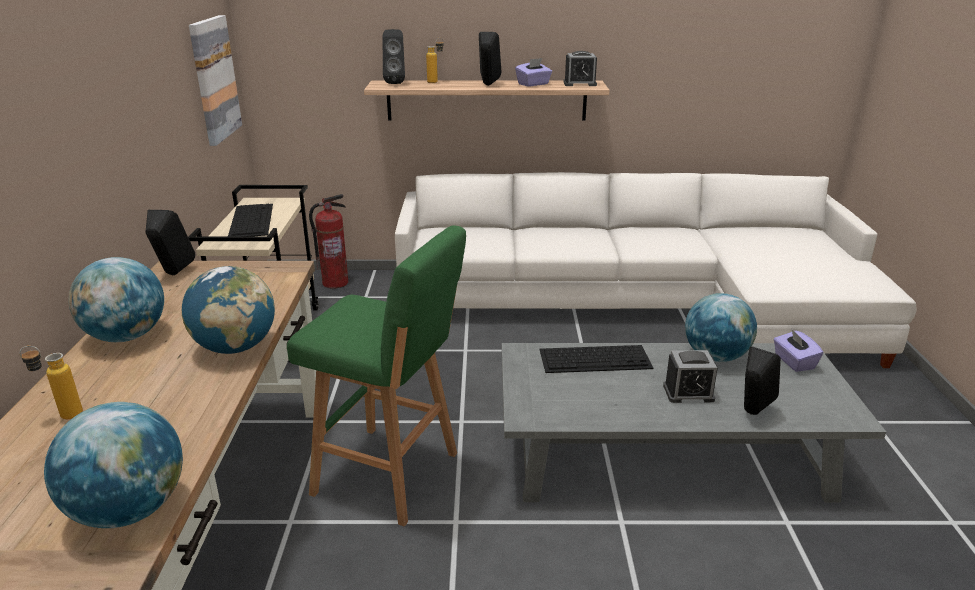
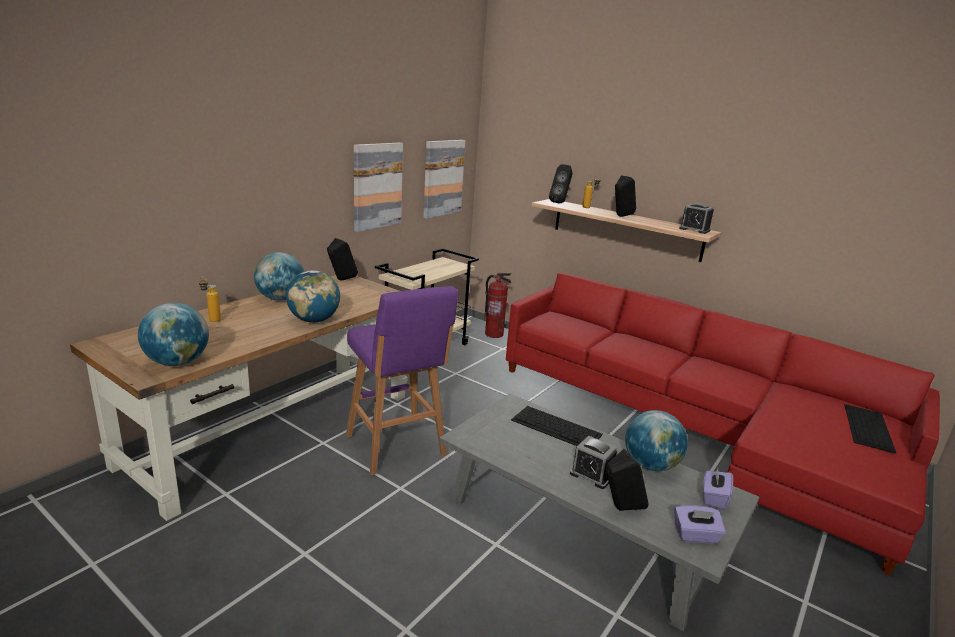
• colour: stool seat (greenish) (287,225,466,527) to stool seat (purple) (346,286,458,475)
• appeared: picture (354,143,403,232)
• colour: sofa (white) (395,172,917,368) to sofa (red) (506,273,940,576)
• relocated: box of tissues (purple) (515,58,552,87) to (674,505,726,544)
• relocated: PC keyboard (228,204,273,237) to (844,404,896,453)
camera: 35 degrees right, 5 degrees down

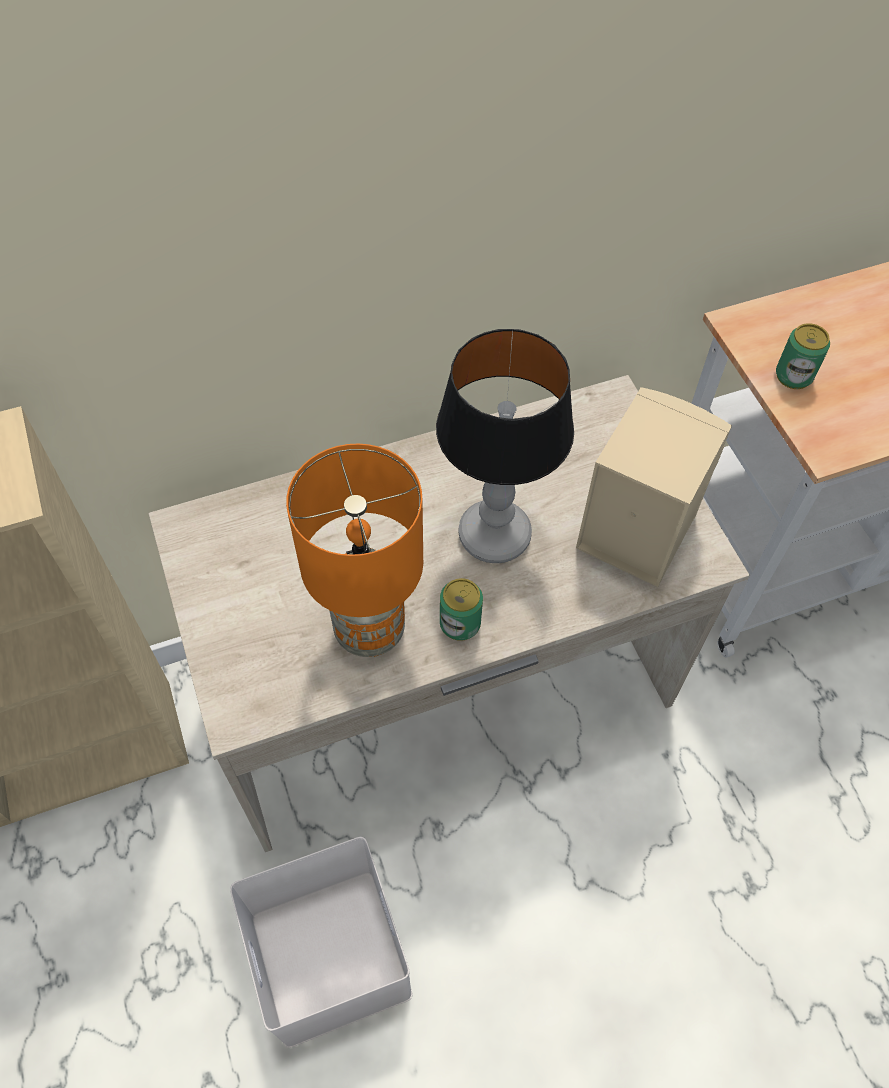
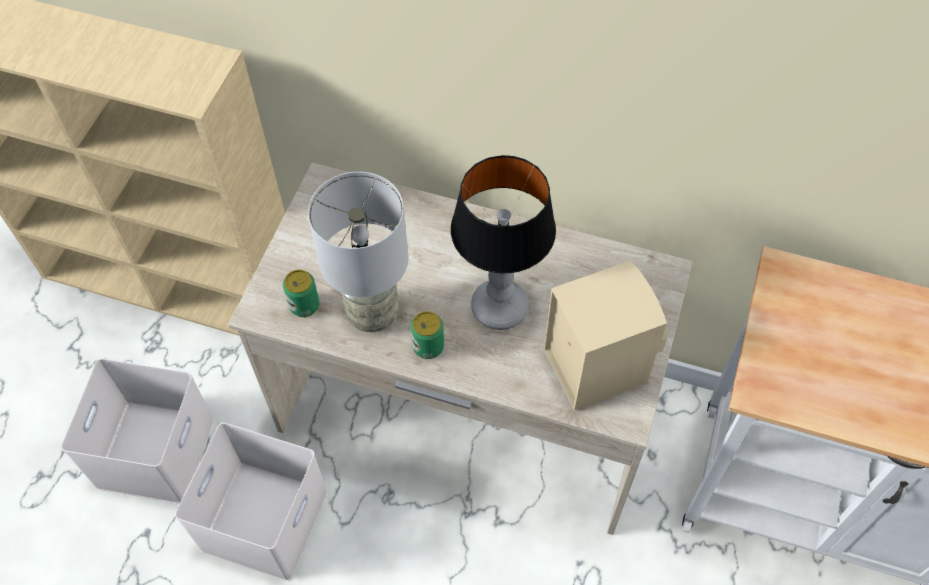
• appeared: storage bin (white) (61,359,214,504)
• relocated: metal can (776,323,830,389) to (283,270,319,317)
• colour: table lamp (orange-coloured) (286,444,423,657) to table lamp (greyish) (308,172,408,332)
camera: 40 degrees right, 0 degrees up

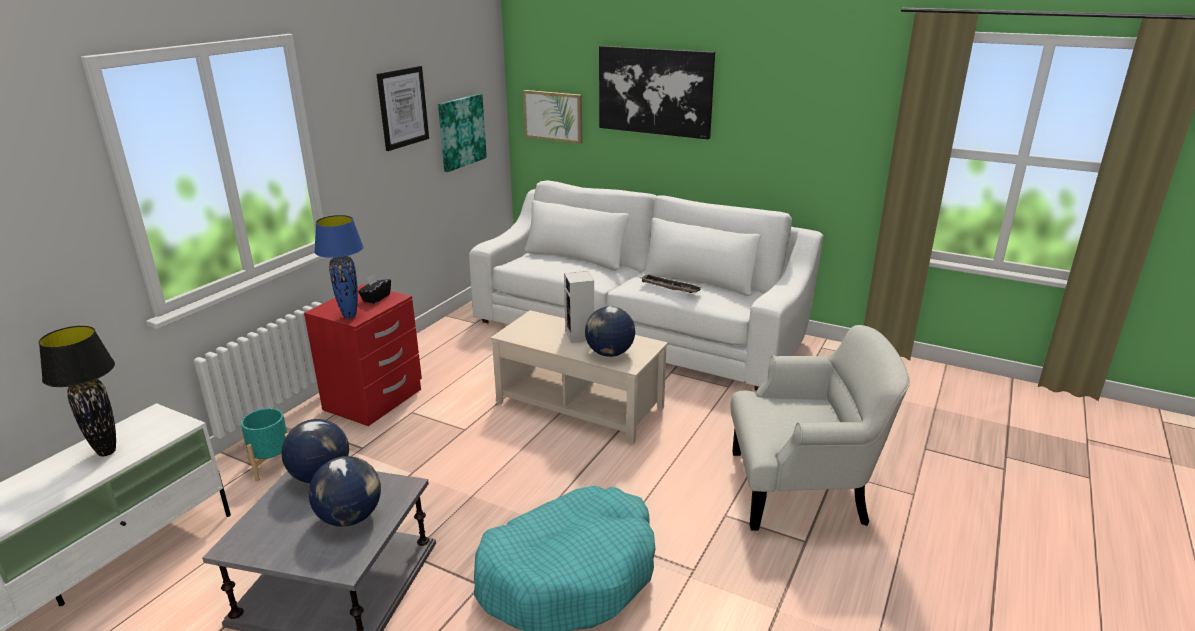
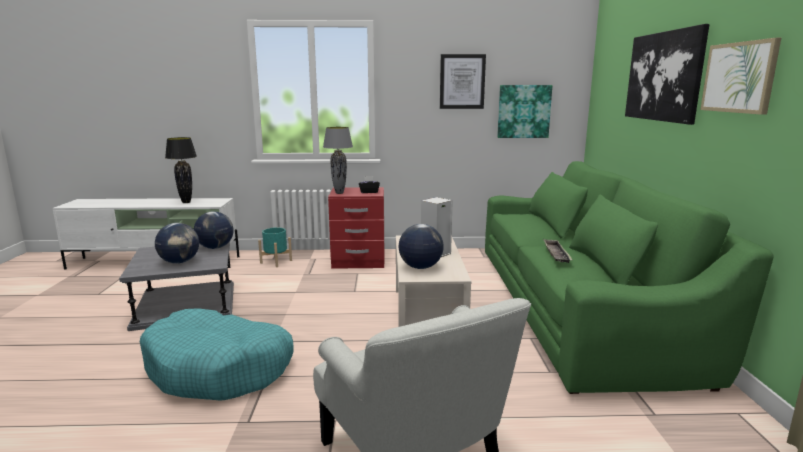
• colour: table lamp (bluish) (314,215,363,318) to table lamp (greyish) (323,127,353,194)
• colour: sofa (white) (469,180,823,391) to sofa (greenish) (485,161,773,394)
• relocated: picture (523,90,582,144) to (700,38,781,115)
camera: 60 degrees right, 10 degrees down

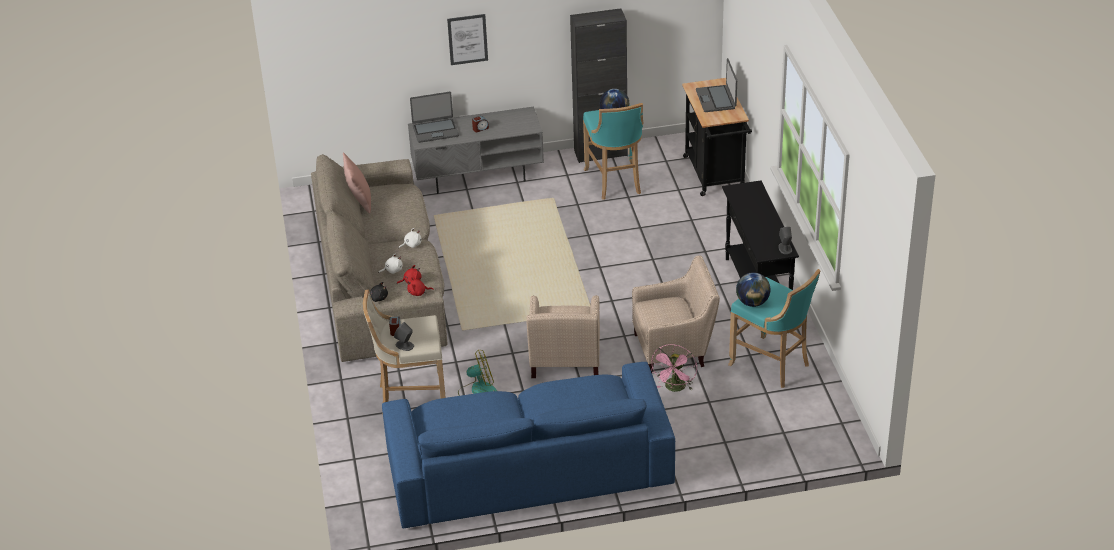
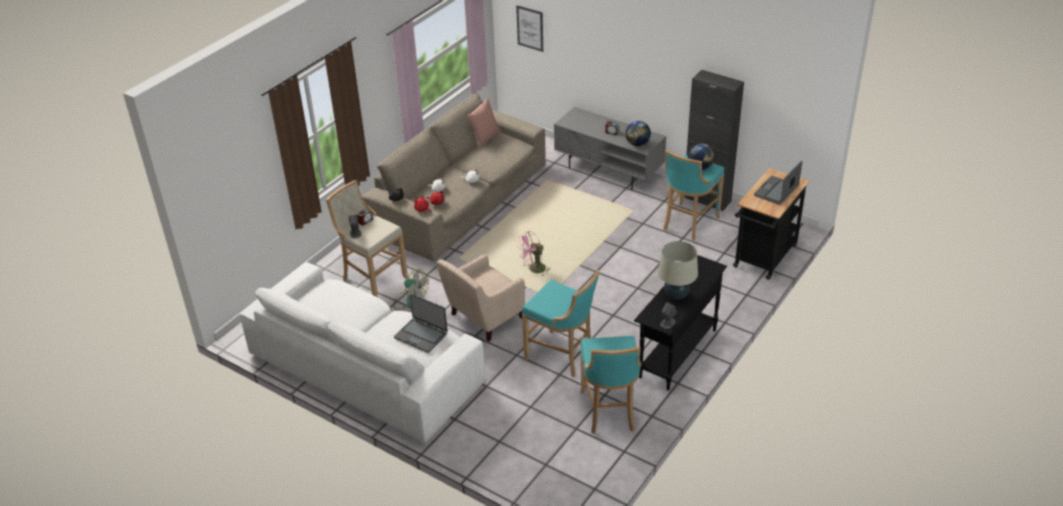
• colour: sofa (bluish) (382,362,675,528) to sofa (white) (240,262,485,443)
• relocated: portable computer (410,92,459,143) to (394,294,448,353)
• relocated: picture (447,14,488,65) to (516,5,543,52)
• relocated: cooling fan (pinkish) (651,344,697,392) to (518,231,550,276)
• exchanged: armchair (beige-coloured) (632,256,720,373) to stool seat (blue-green) (522,270,599,377)
• relocated: desk globe (736,272,771,307) to (625,121,651,146)
• appeared: table lamp (beige-coloured) (658,241,698,300)
camera: 45 degrees right, 0 degrees up

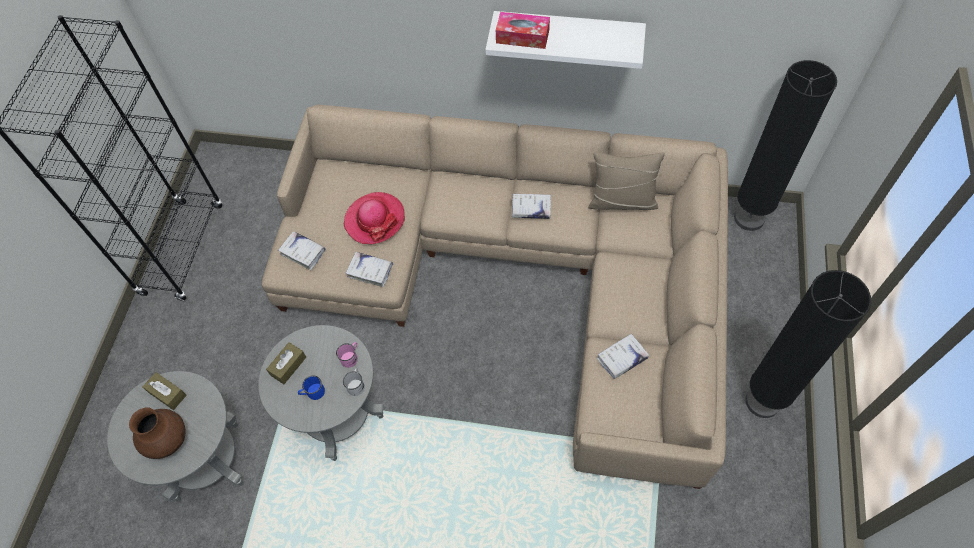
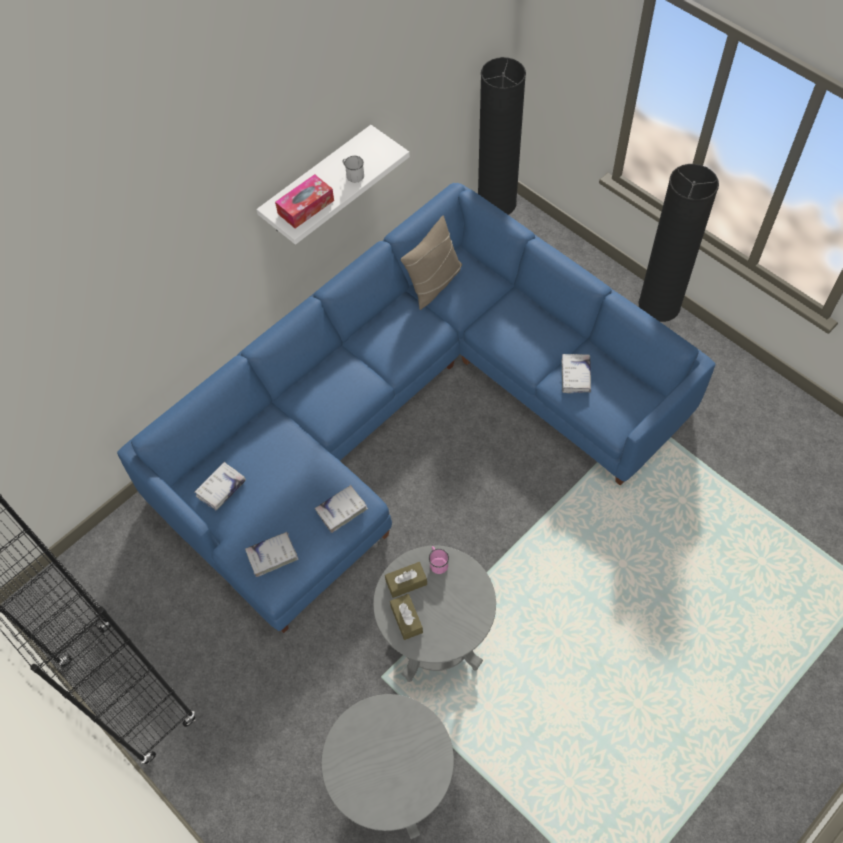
• colour: sofa (beige-coloured) (262,105,728,489) to sofa (bluish) (117,183,716,633)
• relocated: book (white) (512,194,551,219) to (195,462,246,511)
• relocated: coffee mug (white) (343,368,365,396) to (342,156,364,183)
• relocated: box of tissues (brown) (142,372,187,410) to (385,562,427,598)
• missing: flower vase (brown) (129,407,185,459)
• missing: coffee mug (bluish) (298,376,325,400)
• missing: clothing hat (344,192,405,244)
camera: 55 degrees left, 0 degrees up

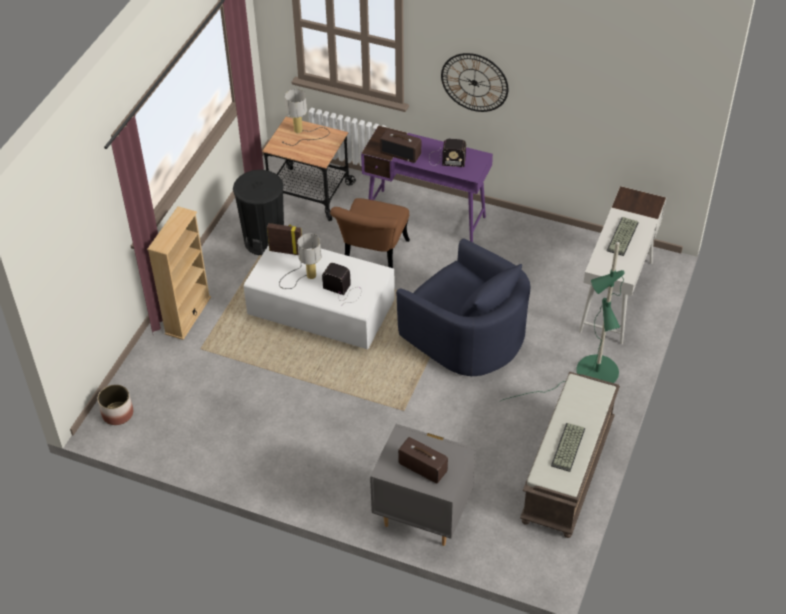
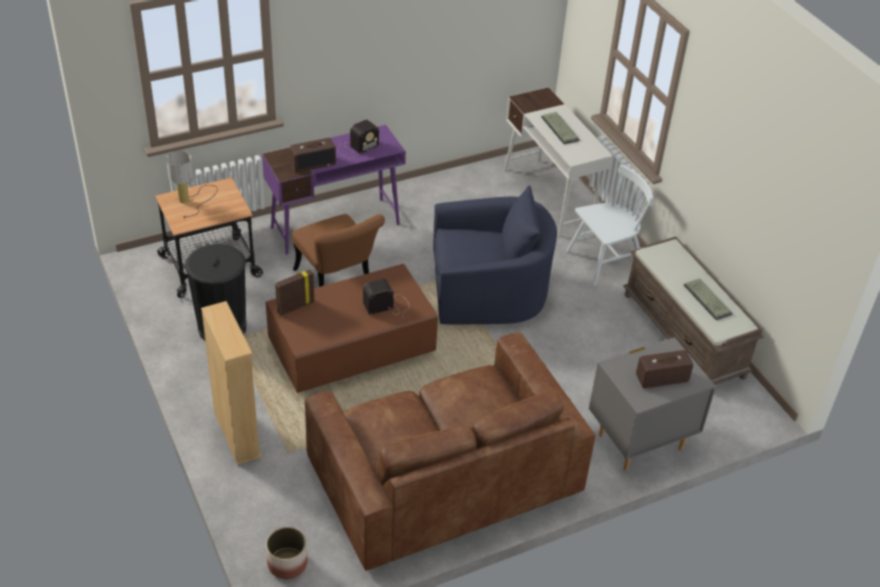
• colour: lounge table (white) (244,245,395,349) to lounge table (brown) (266,264,438,393)
• appeared: sofa (brown) (305,332,595,571)
• exchanged: floor lamp (greenish) (501,242,625,401) to chair (white) (566,164,653,285)
• missing: table lamp (279,234,321,289)
• missing: hanging clock (441,53,508,112)
camera: 50 degrees left, 5 degrees down

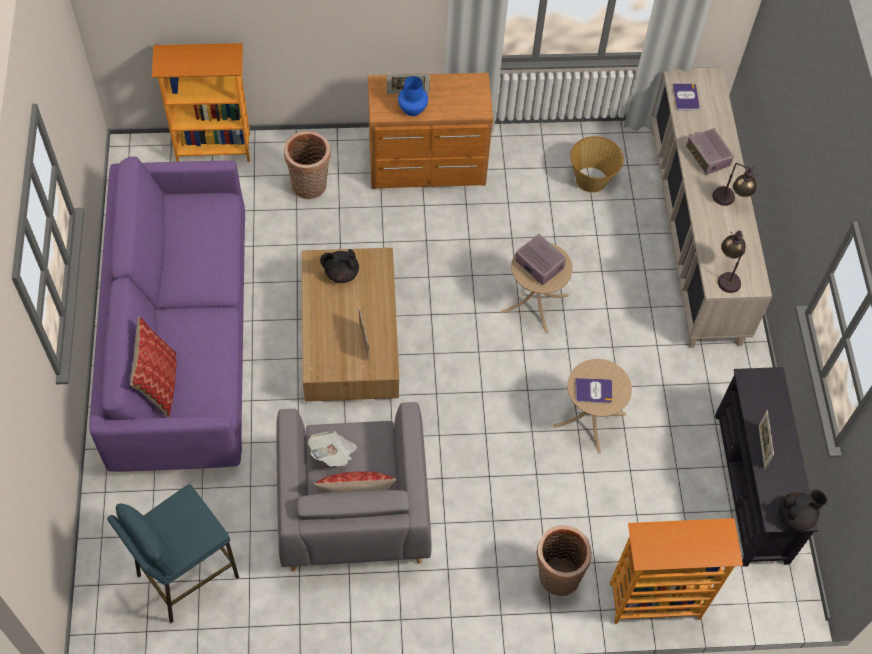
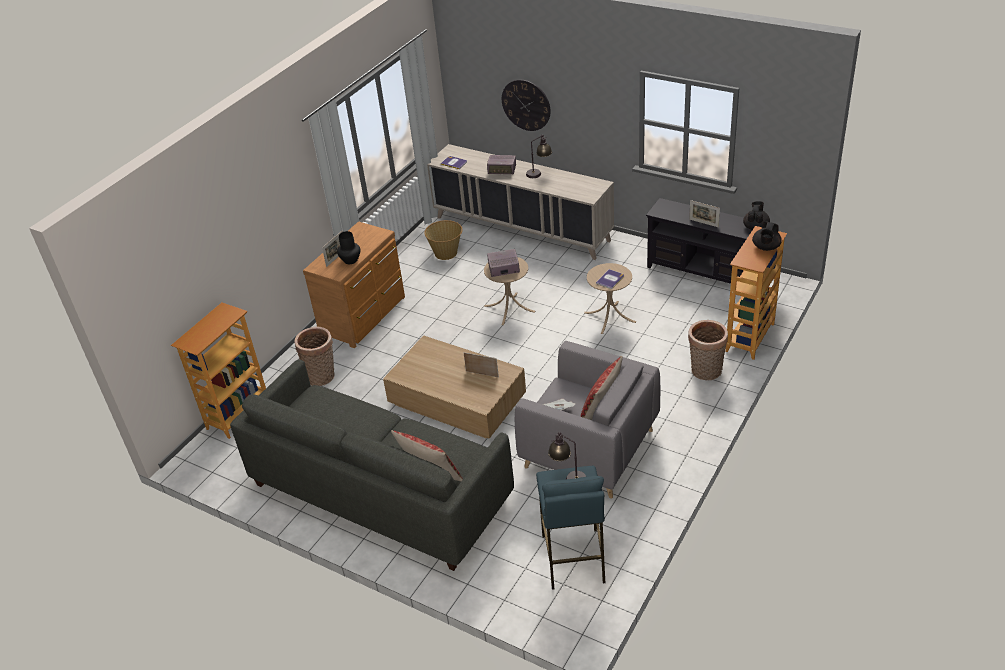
• colour: sofa (purple) (89,157,245,472) to sofa (greyish) (230,359,514,571)
• colour: flower vase (bluish) (398,76,428,116) to flower vase (black) (337,231,360,264)
• appeared: hanging clock (502,80,551,131)
• relocated: table lamp (718,231,746,293) to (548,432,586,479)
• relocated: tea pot (black) (320,249,359,283) to (752,221,782,251)
camera: 50 degrees left, 20 degrees down

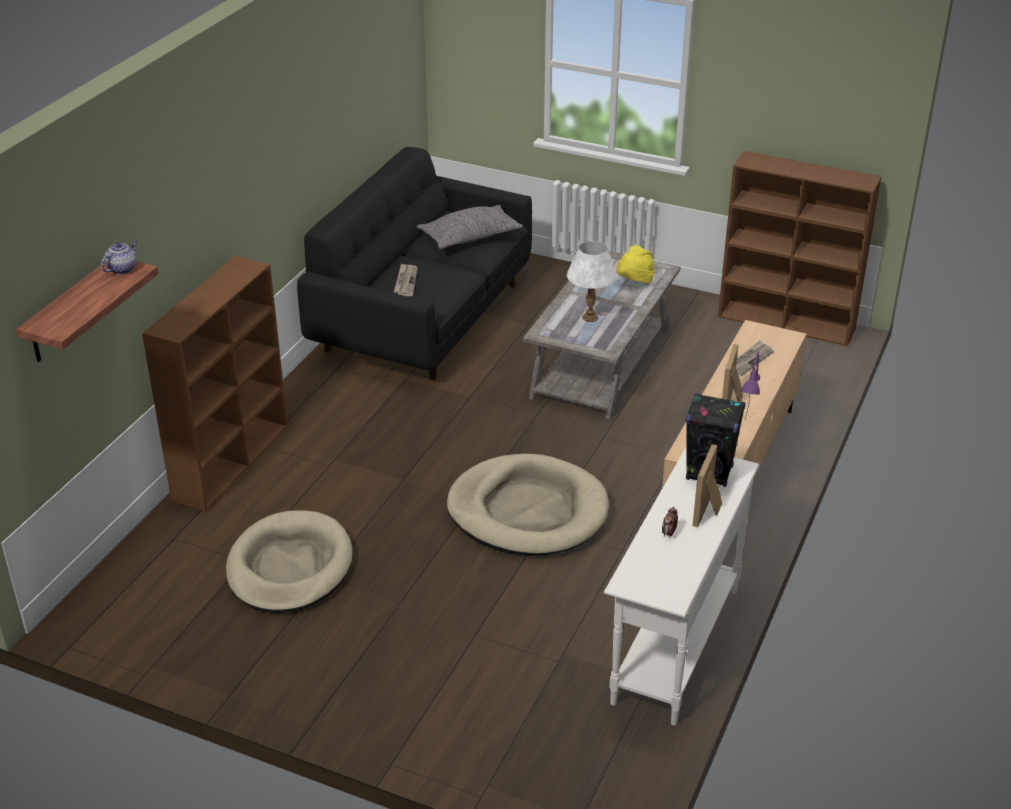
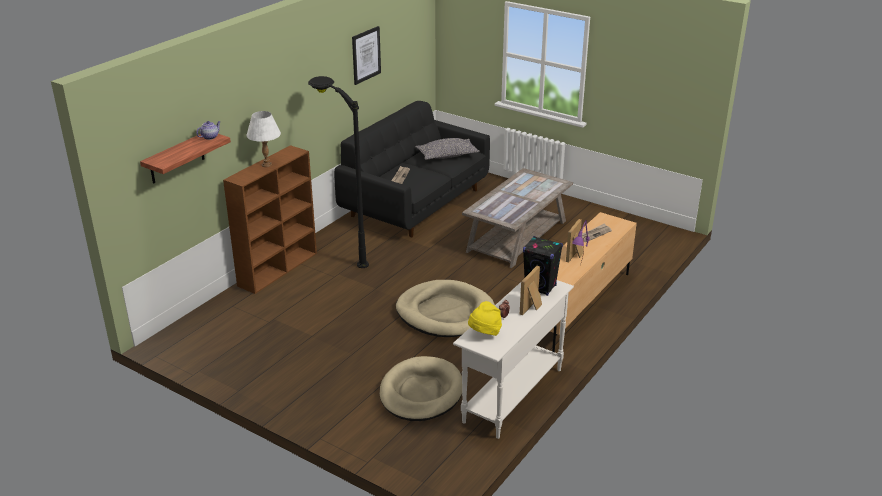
• relocated: table lamp (white) (567,241,617,322) to (247,111,281,167)
• appeared: floor lamp (black) (308,76,369,268)
• appeared: picture (352,26,381,85)
• relocated: dog cushion (beige-coloured) (226,510,353,613) to (380,356,462,421)
• relocated: clothing hat (yellowish) (617,245,654,283) to (468,301,502,336)
• missing: bookcase (brown) (718,151,881,346)
camera: 10 degrees right, 5 degrees down

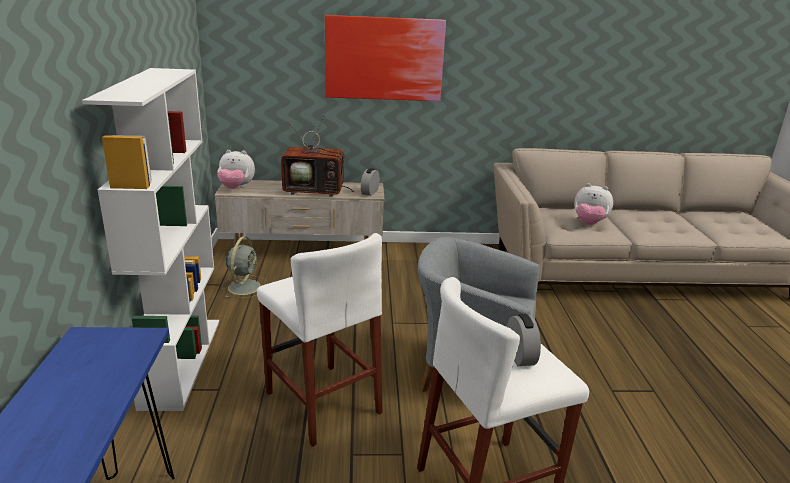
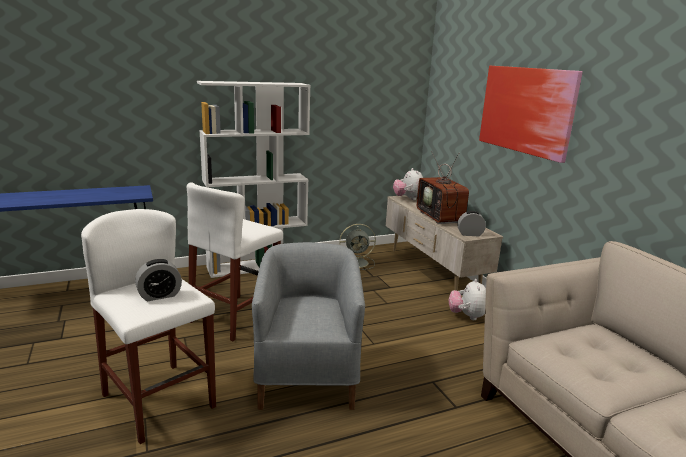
• relocated: cuddly toy (574,183,613,225) to (449,279,486,320)
camera: 70 degrees right, 5 degrees down

